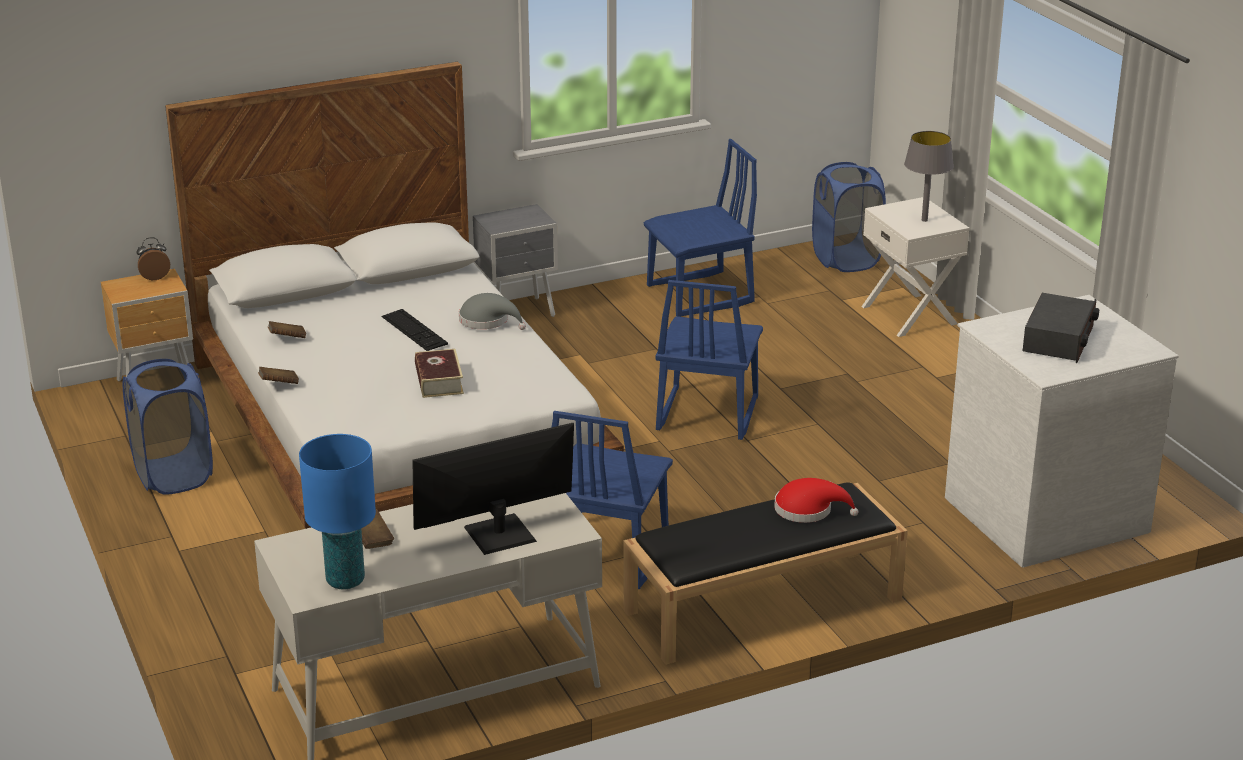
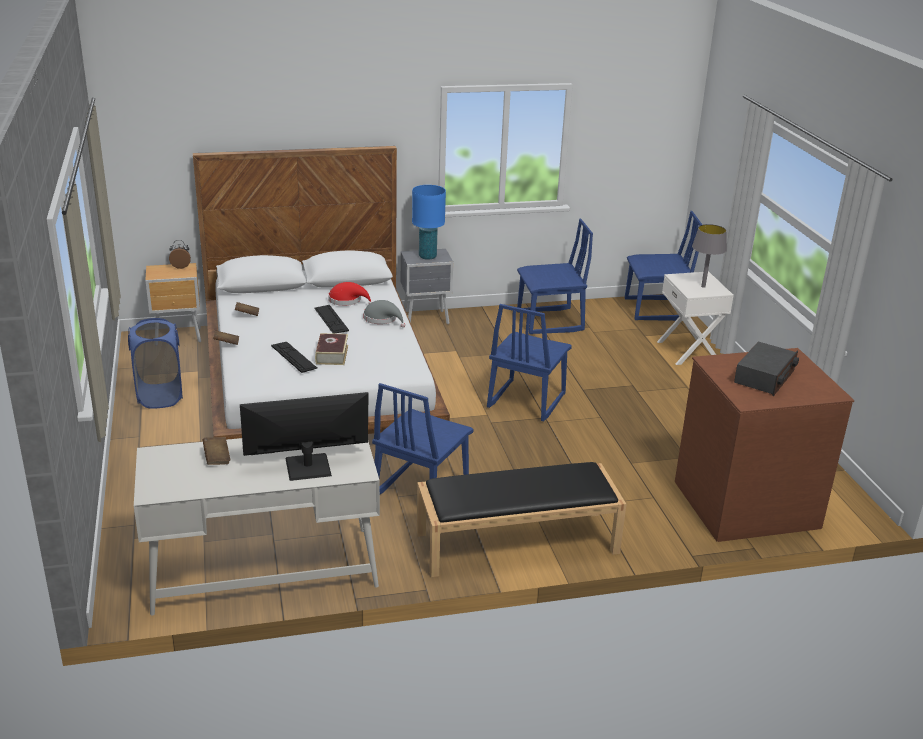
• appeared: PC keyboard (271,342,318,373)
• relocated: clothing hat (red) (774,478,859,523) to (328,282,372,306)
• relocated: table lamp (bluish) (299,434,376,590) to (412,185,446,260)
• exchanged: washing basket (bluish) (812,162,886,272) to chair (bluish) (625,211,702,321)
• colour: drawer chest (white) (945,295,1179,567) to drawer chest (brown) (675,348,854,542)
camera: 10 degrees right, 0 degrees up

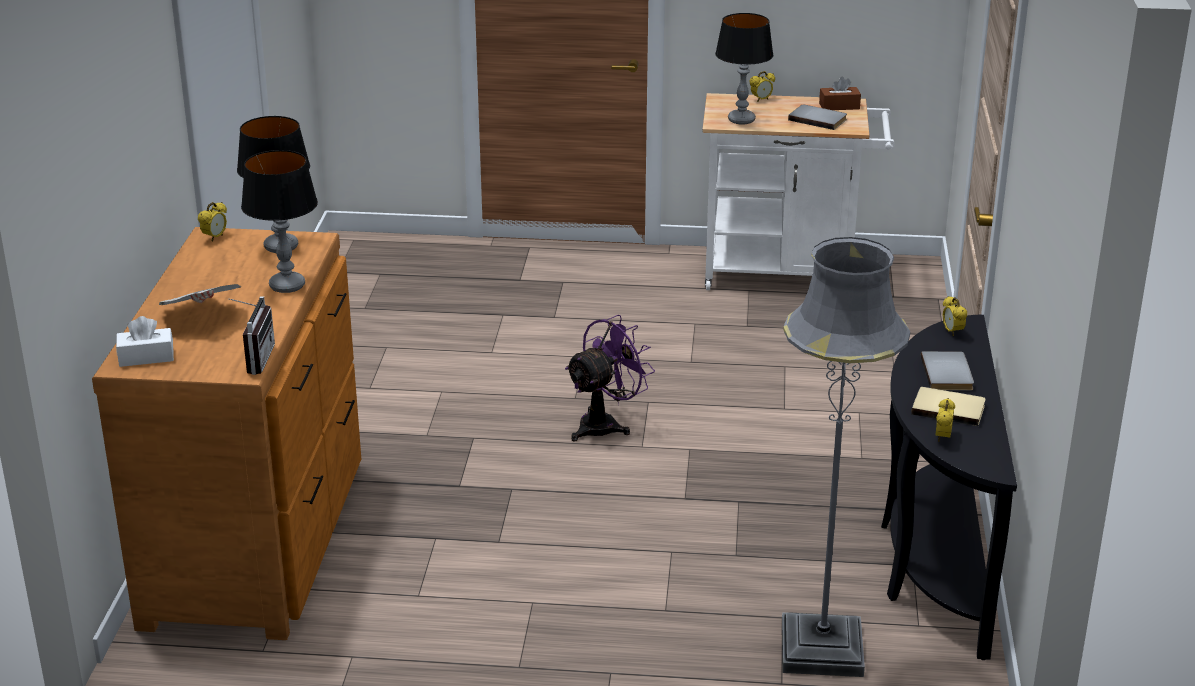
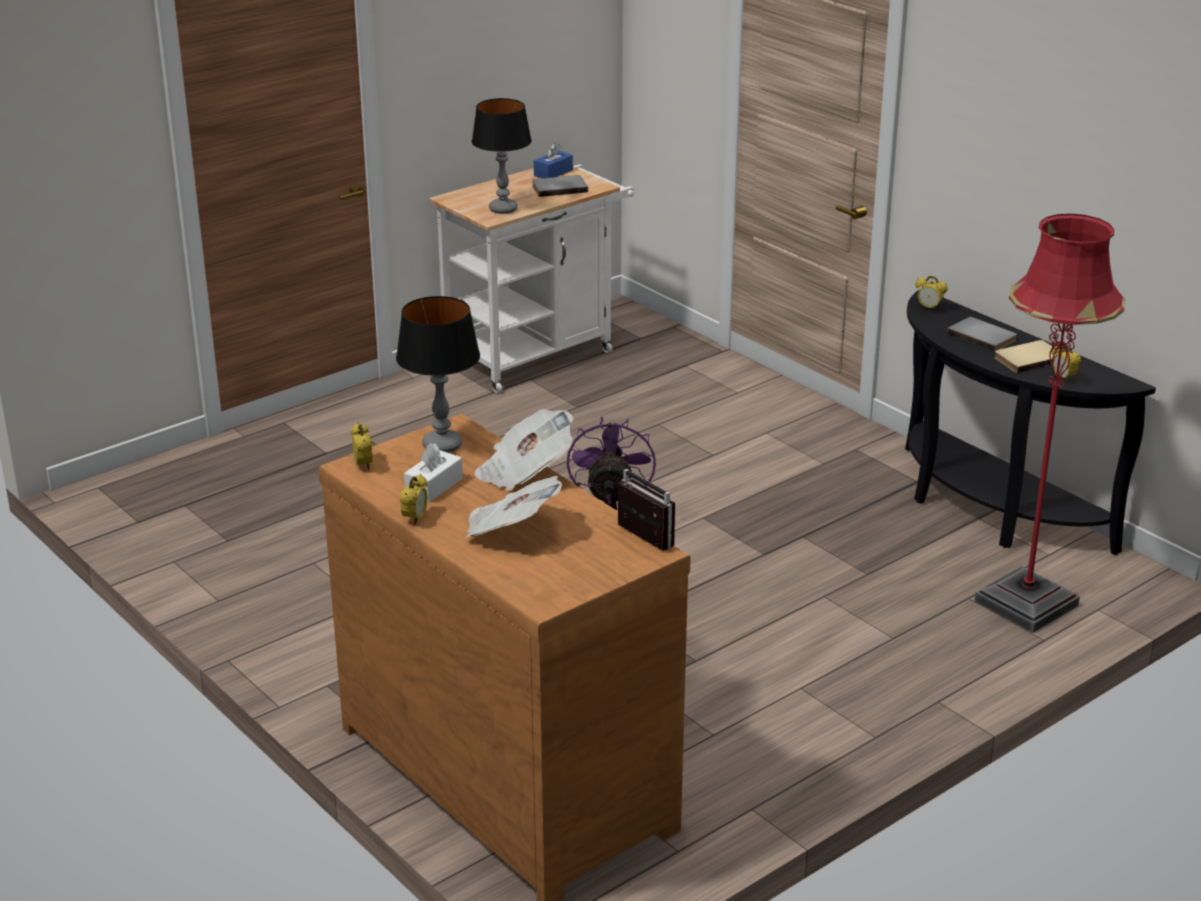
• relocated: bedside clock (750,71,775,102) to (400,474,428,525)
• relocated: box of tissues (white) (116,316,174,367) to (404,443,463,502)
• exchanged: table lamp (241,150,318,293) to printed paper (475,409,574,491)
• colour: box of tissues (brown) (819,77,861,110) to box of tissues (bluish) (534,143,573,178)
• colour: floor lamp (greyish) (782,237,910,677) to floor lamp (red) (974,214,1125,633)
camera: 45 degrees left, 0 degrees up

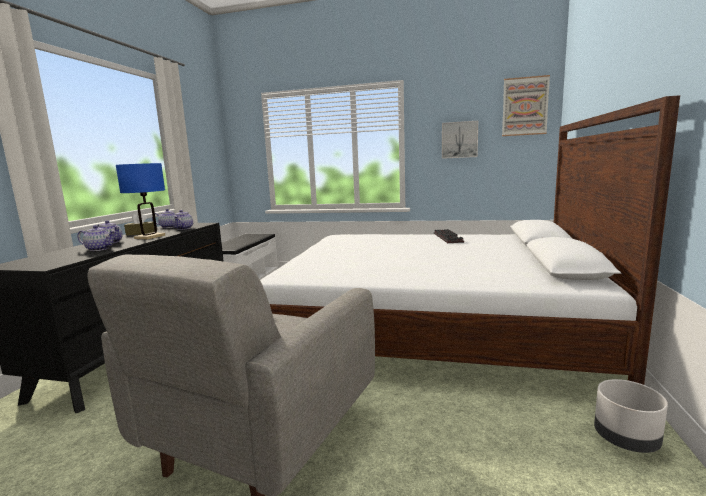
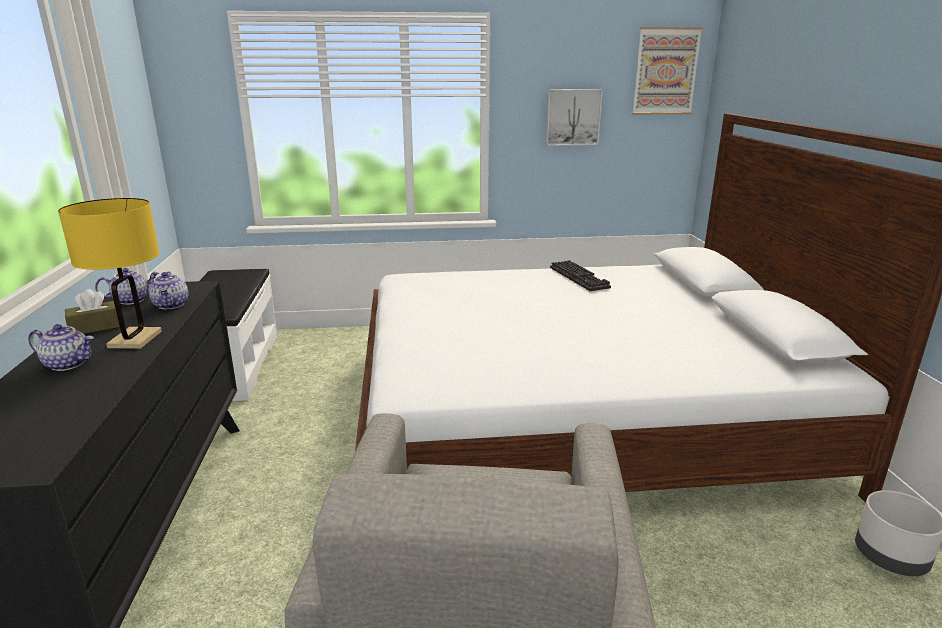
• colour: table lamp (bluish) (116,163,165,240) to table lamp (yellowish) (58,198,162,349)
• missing: tea pot (78,225,116,251)
camera: 20 degrees left, 10 degrees up

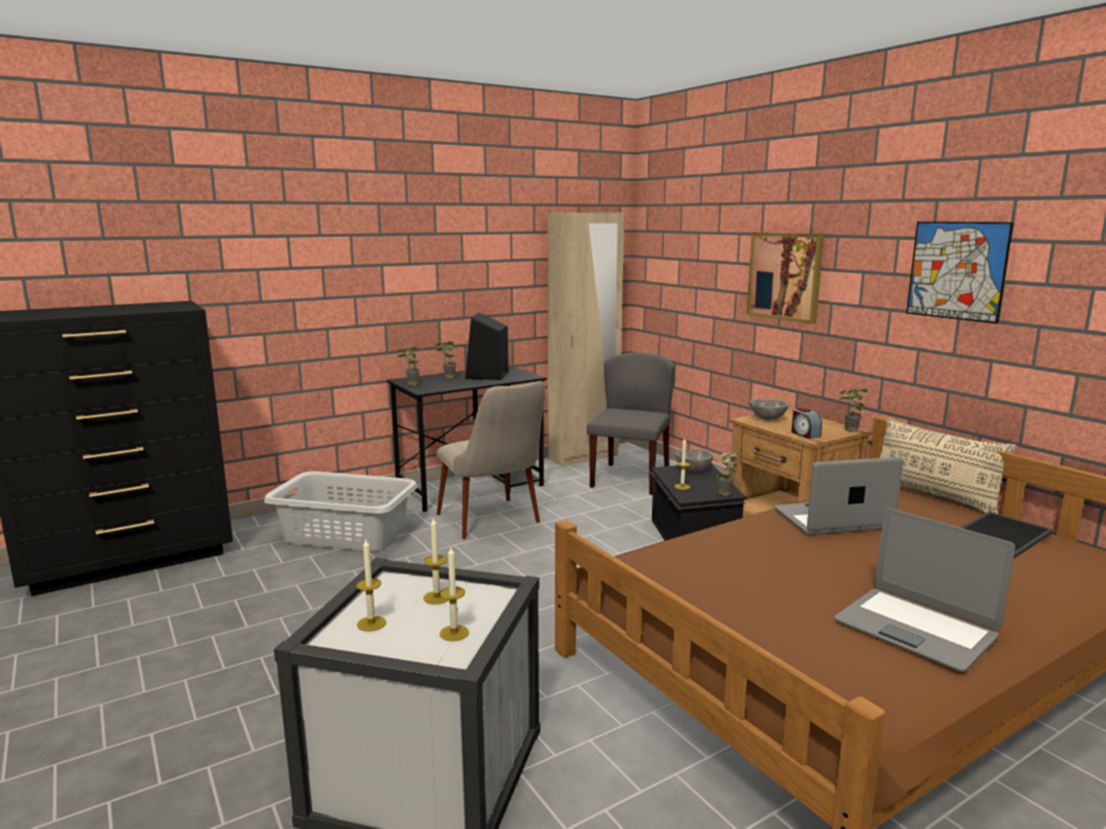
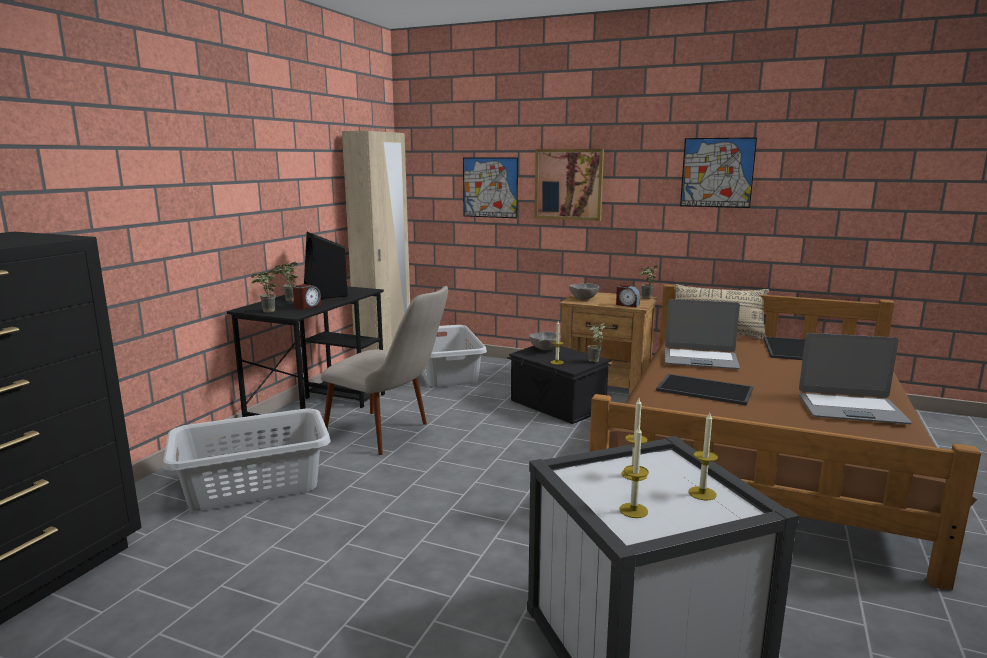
• appeared: bedside clock (293,284,321,310)
• exchanged: chair (greyish) (587,352,675,495) to washing basket (greyish) (422,325,487,387)
• appeared: picture (463,157,518,218)
• appeared: carrying tray (656,374,753,406)
• spun: portable computer (774,457,903,535) = (665,299,740,369) 120 degrees counterclockwise
camera: 35 degrees left, 0 degrees up

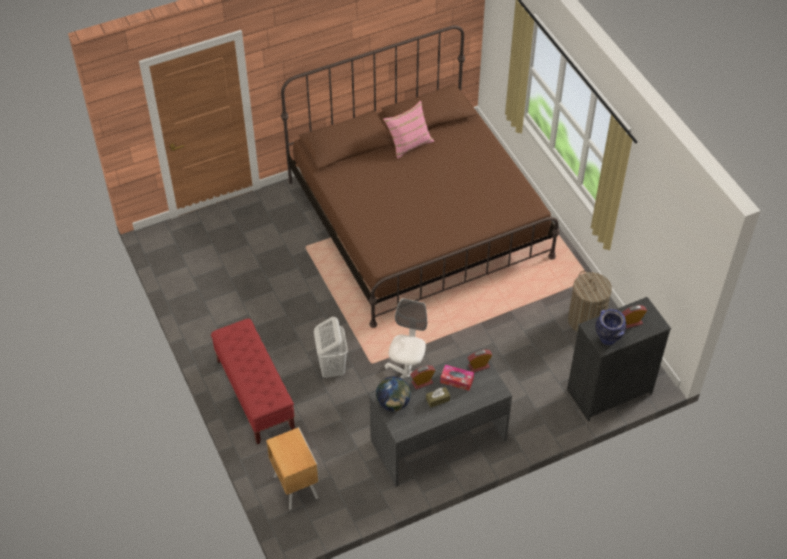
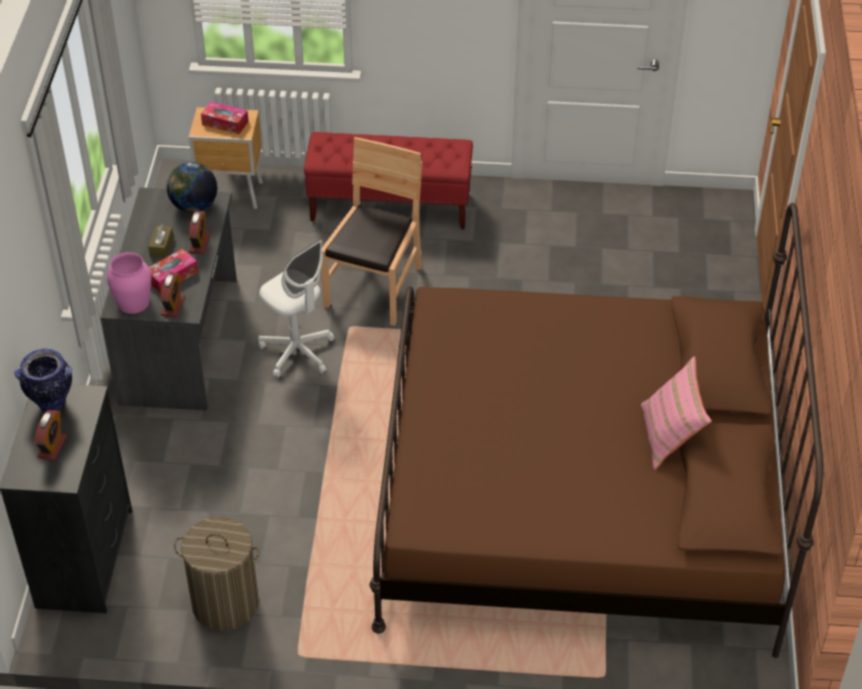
• appeared: flower vase (pinkish) (107,252,151,314)
• appeared: box of tissues (201,101,249,134)
• exchanged: washing basket (white) (314,317,348,378) to chair (brown) (321,137,422,326)
camera: 120 degrees right, 5 degrees down

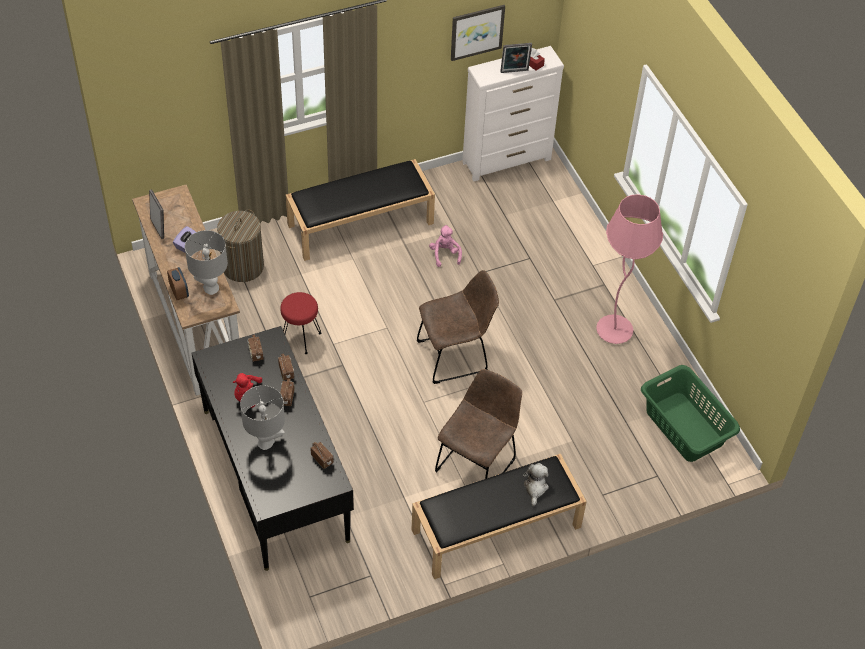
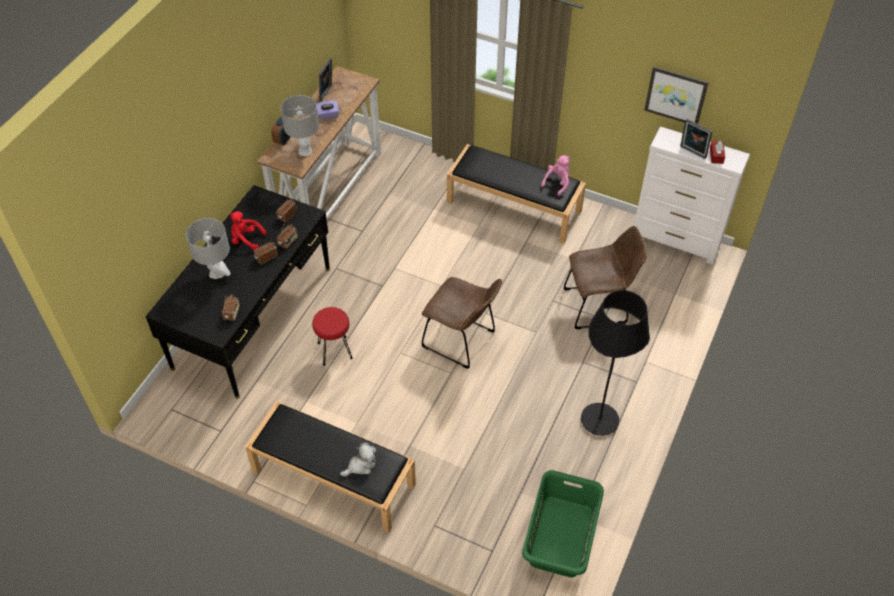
• relocated: stool seat (red) (280,292,321,354) to (312,307,353,366)
• relocated: cuddly toy (pinkish) (429,225,462,267) to (541,155,570,196)
• relocated: chair (brown) (435,369,522,479) to (564,226,647,329)
• colour: floor lamp (pinkish) (596,194,663,344) to floor lamp (black) (581,290,650,436)
• missing: washing basket (217,210,264,282)
camera: 50 degrees right, 0 degrees up

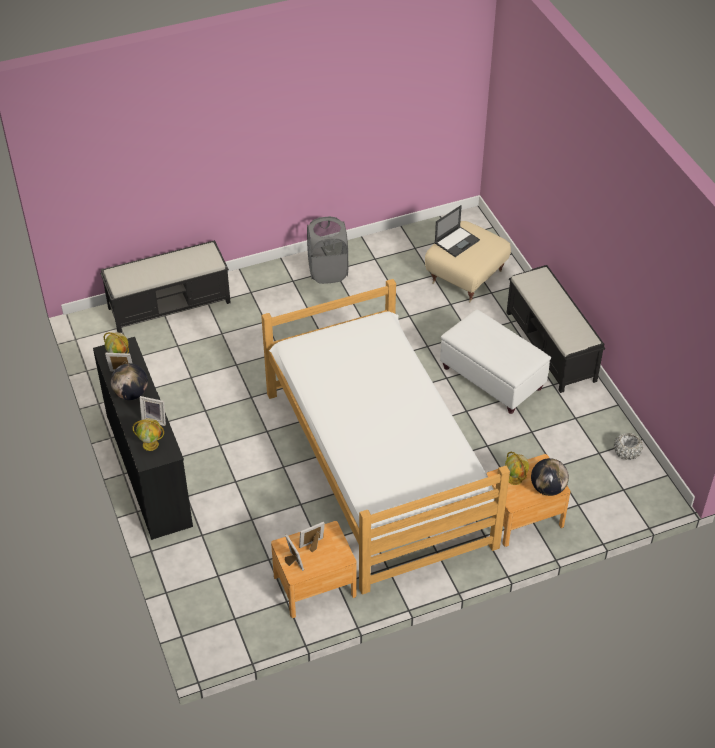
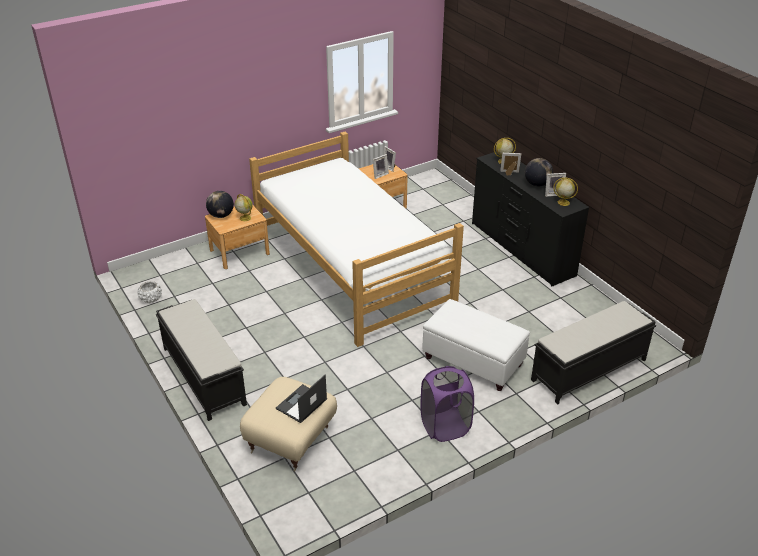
• colour: washing basket (greyish) (307,216,348,284) to washing basket (purple) (420,366,474,442)
• relocated: footrest (white) (440,309,551,414) to (423,299,530,391)
camera: 170 degrees right, 10 degrees down

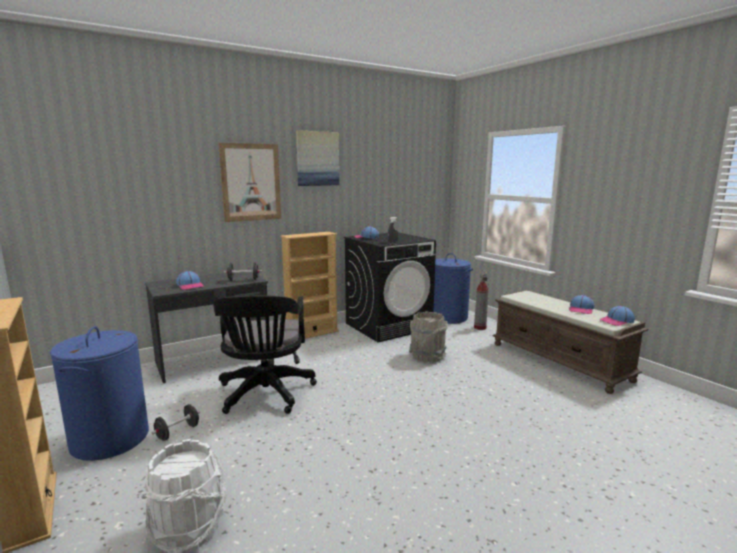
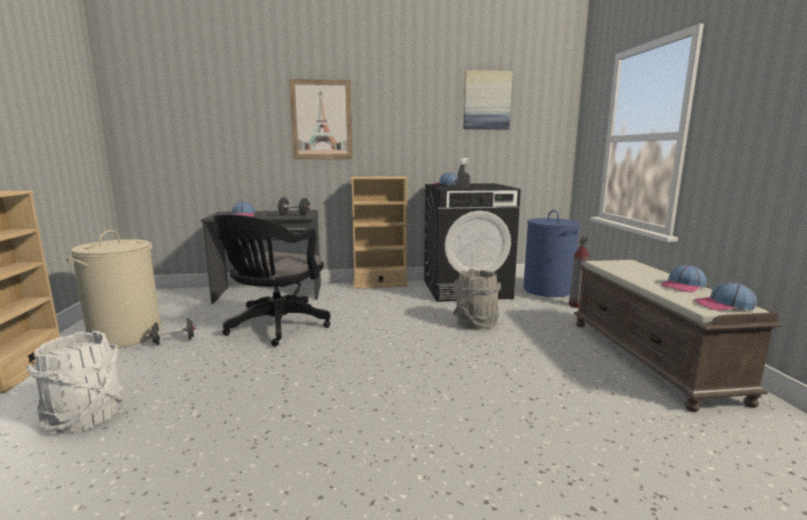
• colour: washing basket (bluish) (50,326,149,461) to washing basket (beige-coloured) (66,230,161,348)
• relocated: picture (296,130,339,186) to (463,70,513,129)
camera: 25 degrees right, 0 degrees up

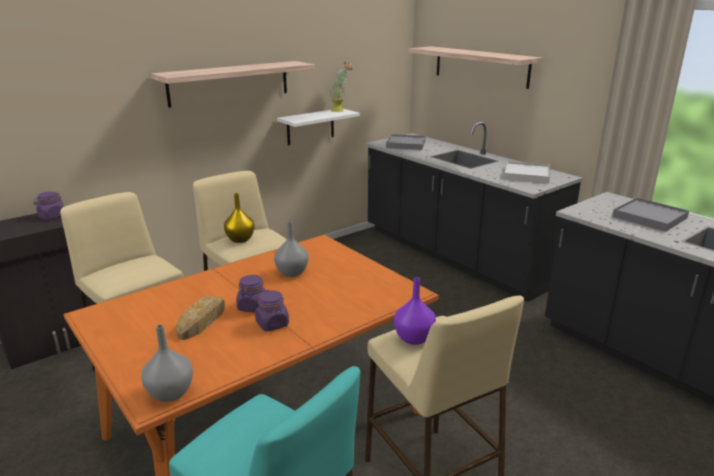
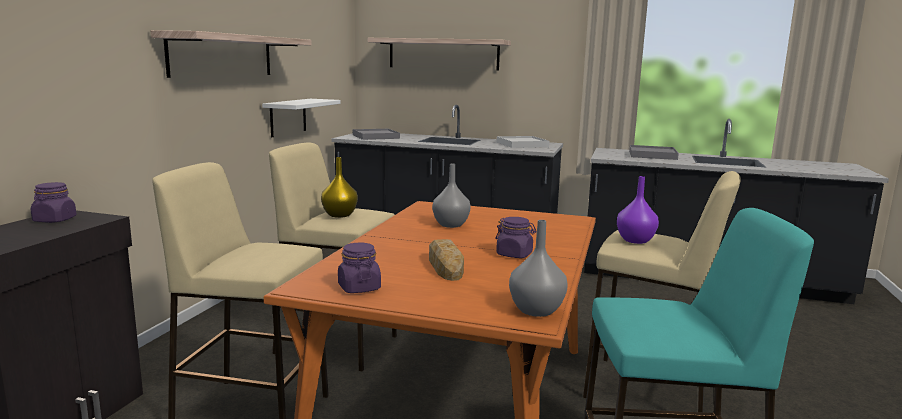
• relocated: jar (purple) (236,275,266,312) to (338,243,381,293)
• missing: houseplant (329,62,353,112)
camera: 35 degrees left, 10 degrees down

